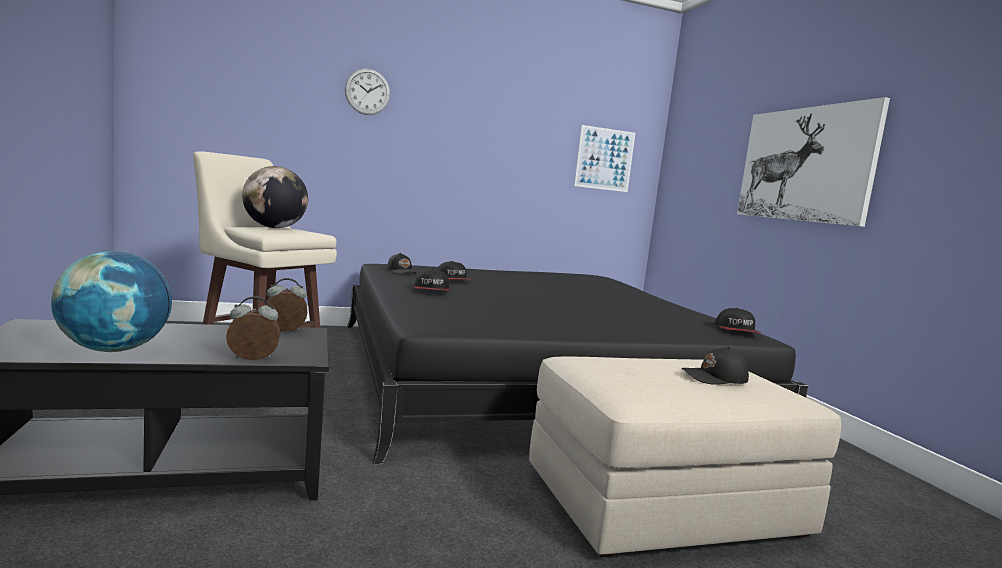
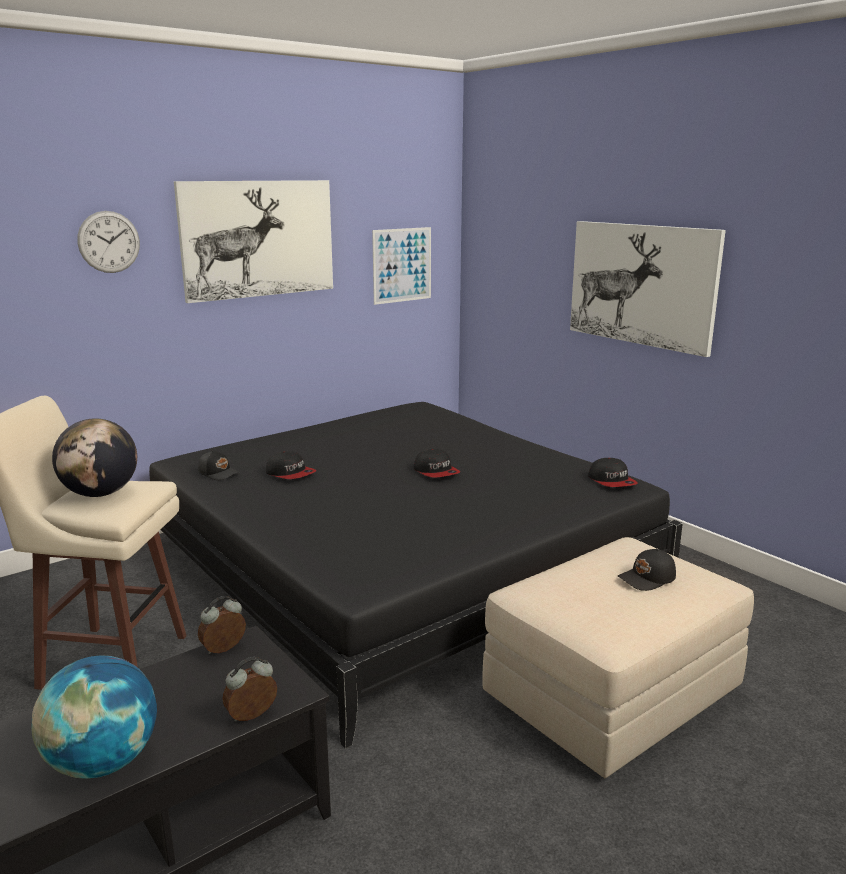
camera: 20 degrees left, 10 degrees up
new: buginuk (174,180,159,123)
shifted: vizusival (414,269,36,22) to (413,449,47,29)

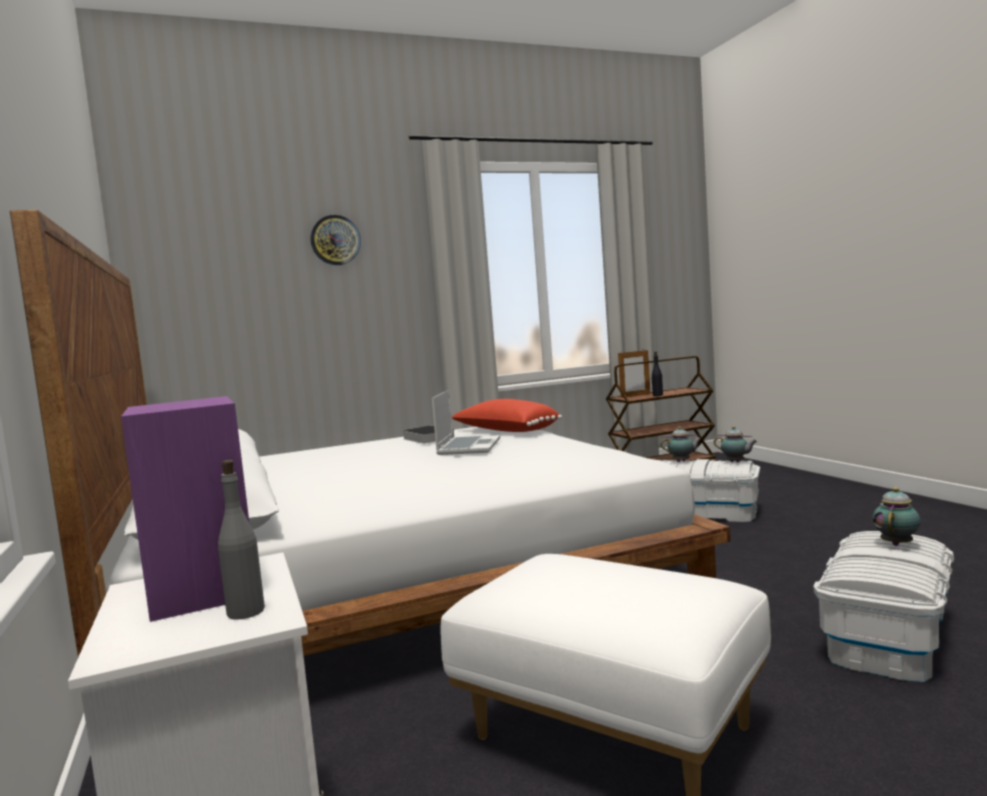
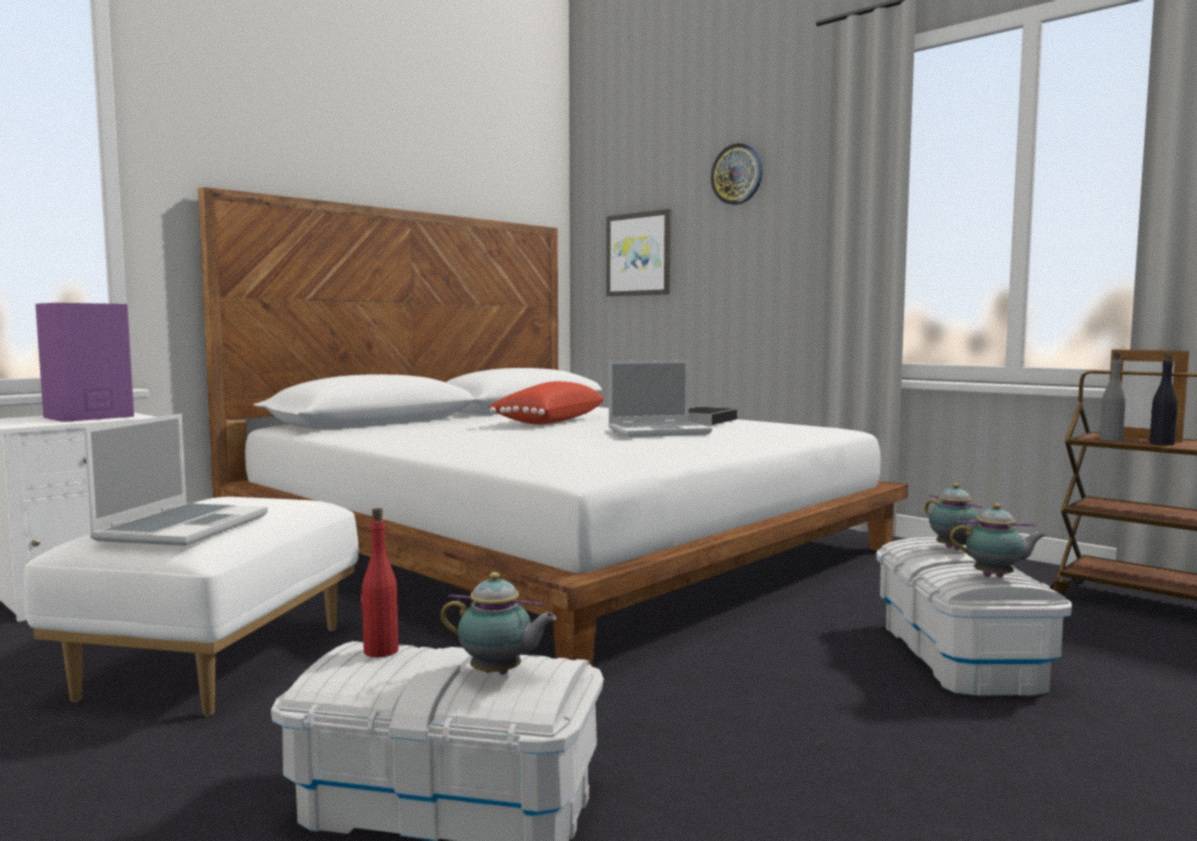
camera: 65 degrees right, 0 degrees up
new: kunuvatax (84,414,184,132); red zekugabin (361,508,37,149); buginuk (606,209,65,87)
shifted: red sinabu (452,399,110,33) to (489,381,115,44); grey zekugabin (218,460,47,159) to (1100,352,26,89)
rotated: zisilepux (714,426,44,36) = (950,503,96,75) 90 degrees counterclockwise

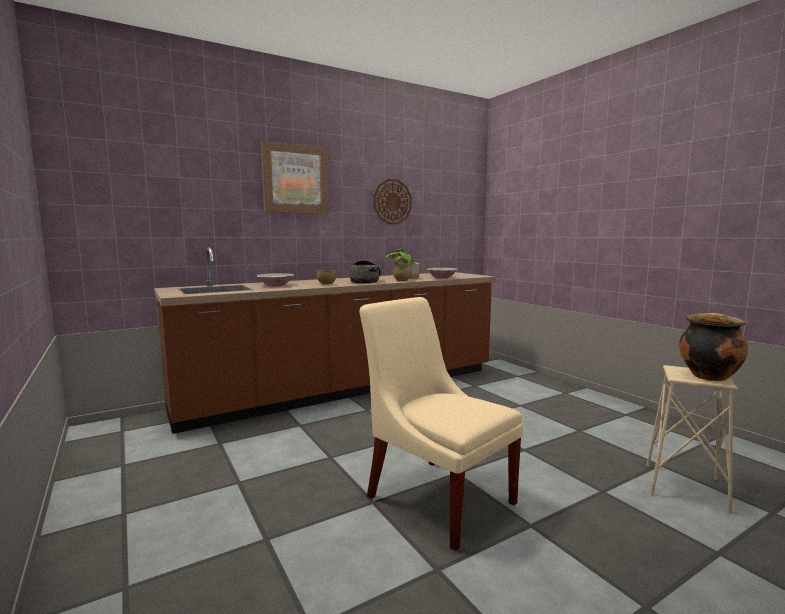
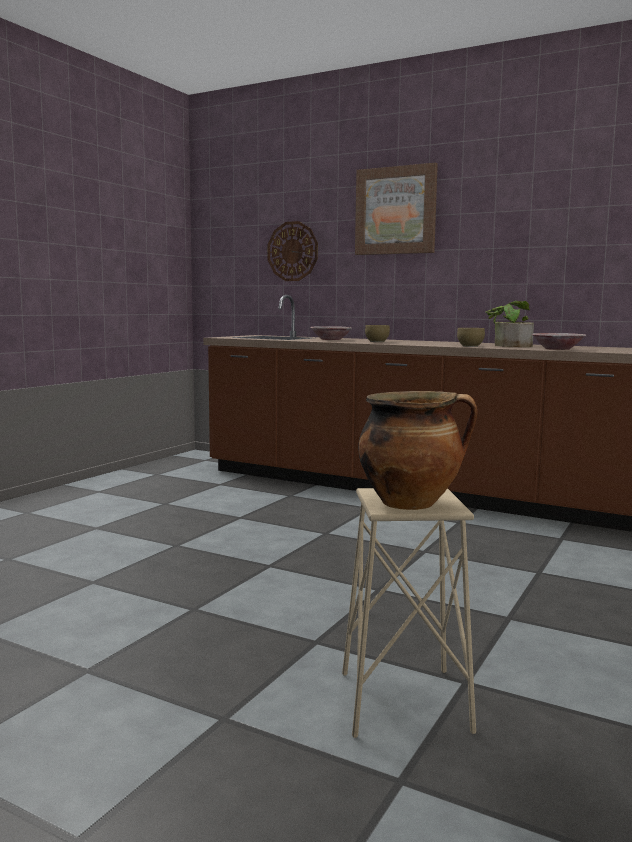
camera: 60 degrees right, 0 degrees up
gone: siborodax (349,260,32,24); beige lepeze (359,297,165,254)
shifted: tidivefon (373,179,39,45) to (268,221,50,60)

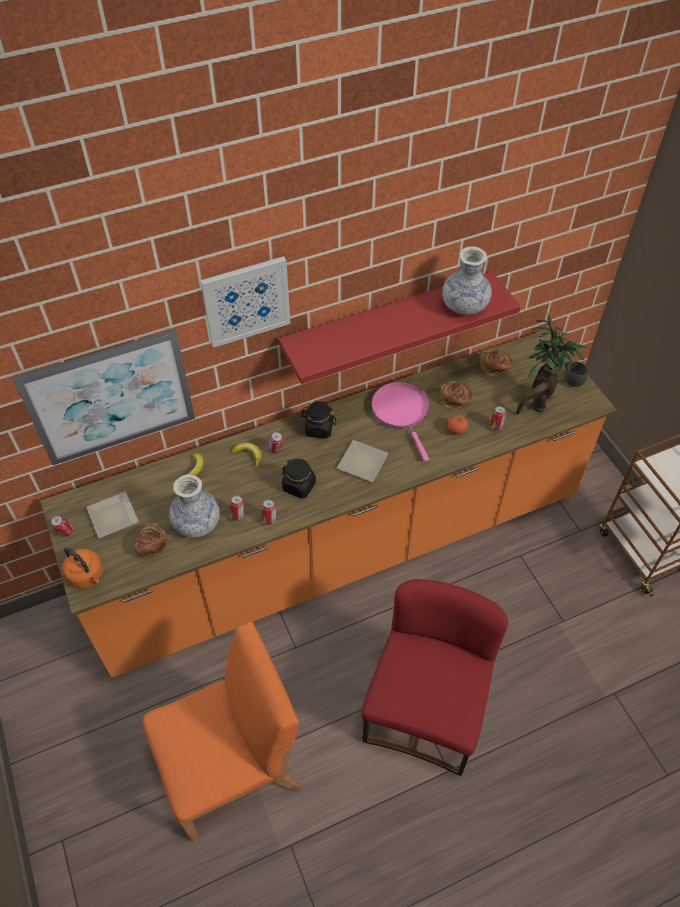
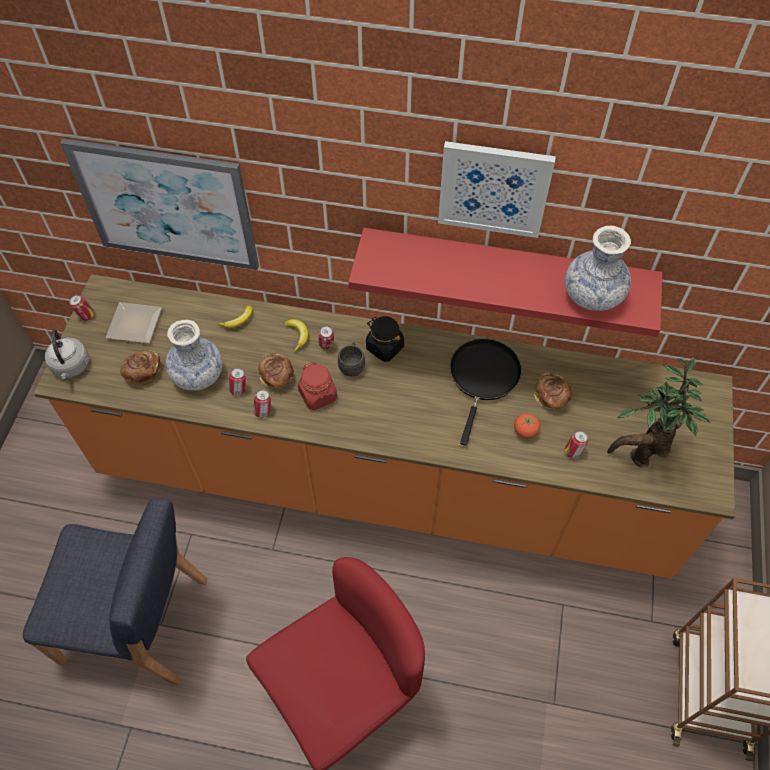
camera: 35 degrees right, 5 degrees up
gone: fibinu (337,440,52,42)
shifted: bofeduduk (480,350,32,26) to (258,354,36,35); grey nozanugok (565,361,23,26) to (338,342,27,34); buginuk (200,256,91,92) to (438,141,118,97)
repainted: orange lepeze (143,621,159,222) to blue lepeze (23,498,185,187); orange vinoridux (62,547,41,41) to grey vinoridux (45,329,44,50); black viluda (282,459,34,40) to red viluda (298,362,39,48); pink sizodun (371,382,59,79) to black sizodun (450,338,72,108)

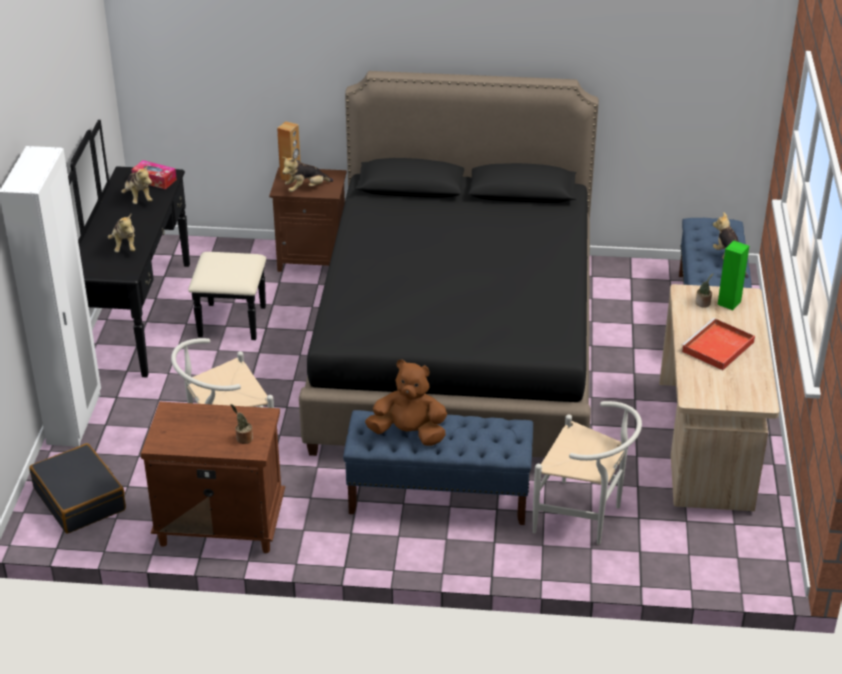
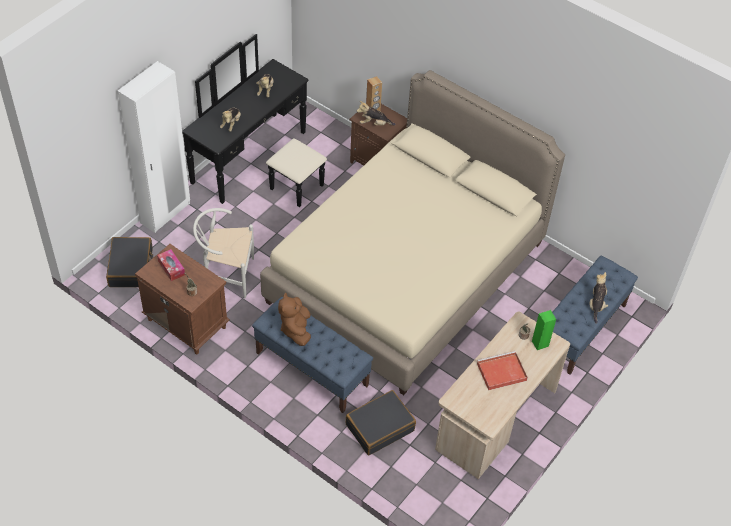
camera: 30 degrees right, 15 degrees up
shifted: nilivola (131,160,46,29) to (157,249,28,32)
swapped: white lepeze (533,401,109,144) to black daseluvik (346,390,70,66)
repainted: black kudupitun (299,71,300,387) to beige kudupitun (260,70,305,325)
rotated: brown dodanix (365,360,82,86) = (278,293,33,53) 135 degrees counterclockwise

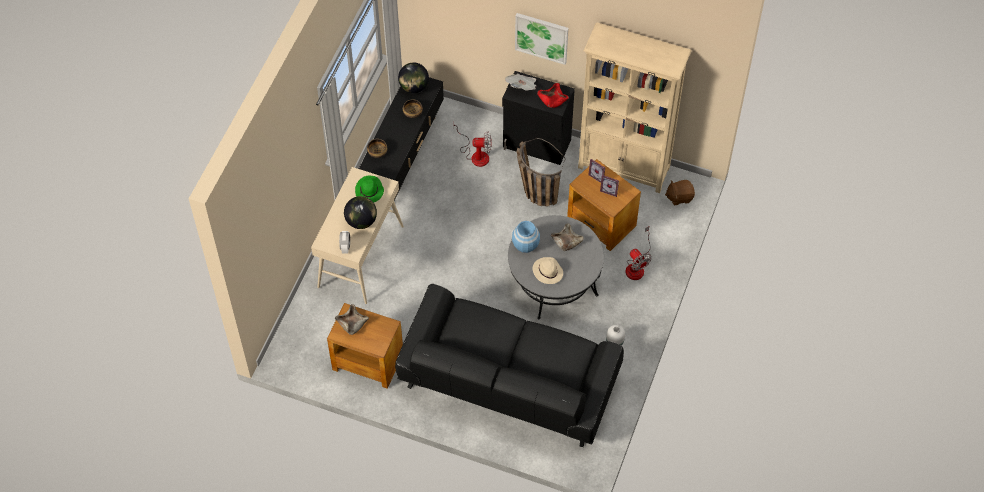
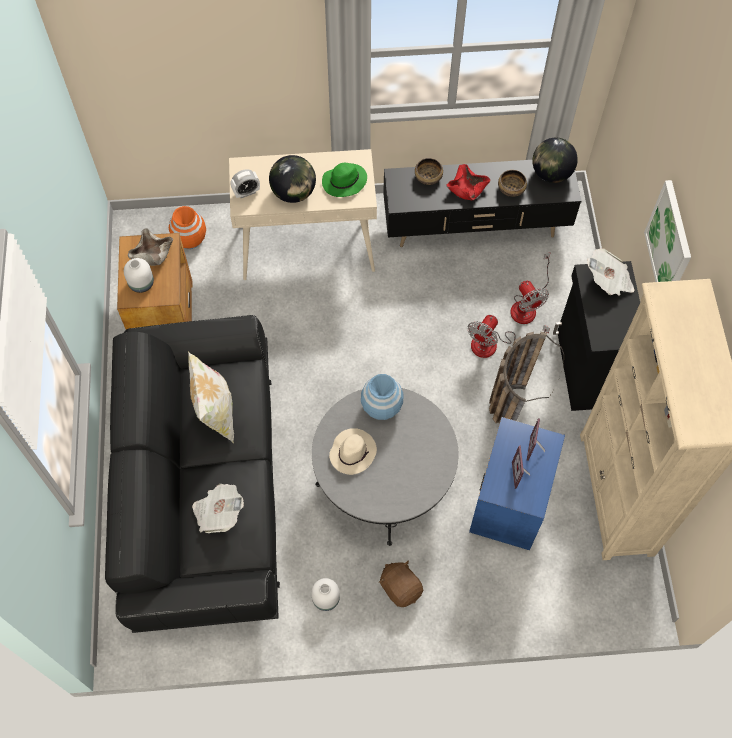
camera: 65 degrees right, 5 degrees up
gone: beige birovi (551,223,33,28)
new: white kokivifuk (124,258,30,35); orange kokivifuk (169,206,37,43); sinabu (188,351,46,92); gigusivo (192,484,52,49)
shifted: brown dodanix (665,180,30,25) to (379,560,44,47); red birovi (537,83,32,25) to (447,164,44,36); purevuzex (625,226,26,54) to (468,315,82,43)
repainted: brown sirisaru (567,159,74,92) to blue sirisaru (469,417,96,133)

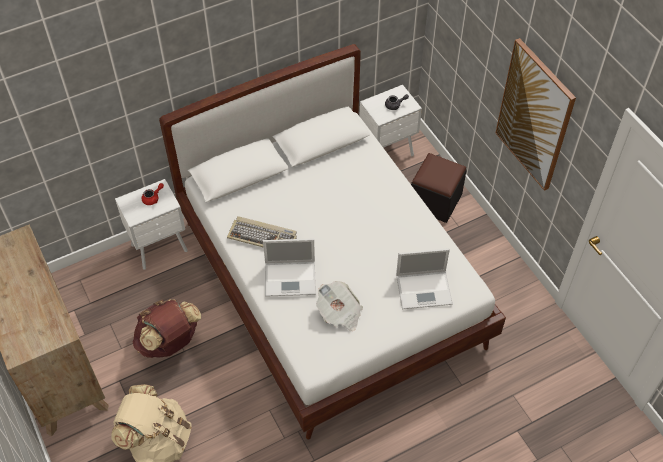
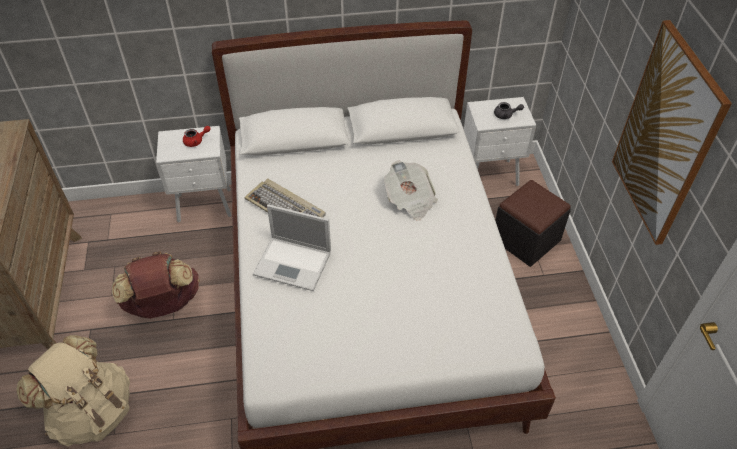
camera: 20 degrees right, 5 degrees down
gone: kunuvatax (396,248,57,61)
shifted: gigusivo (316,281,47,50) to (384,160,54,61)

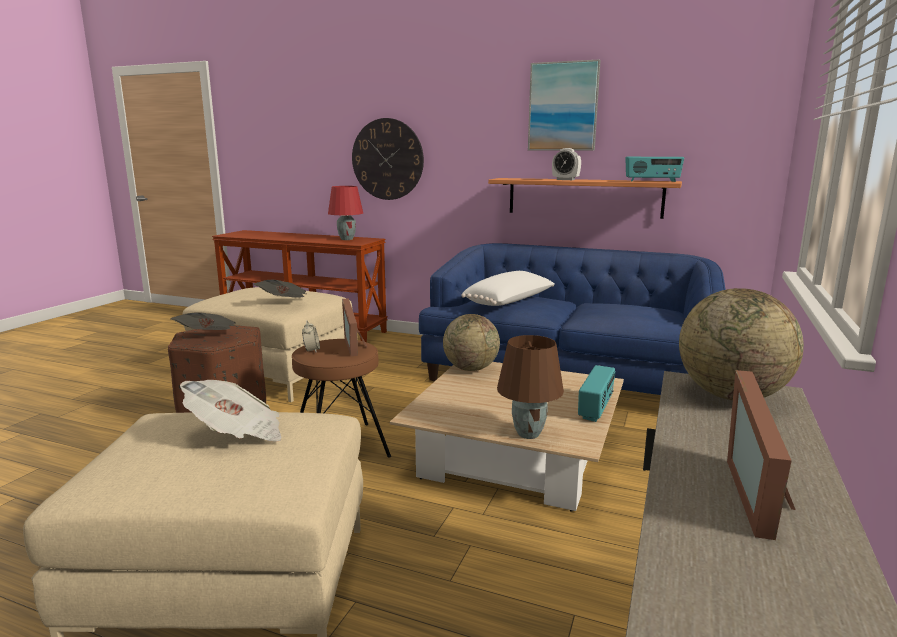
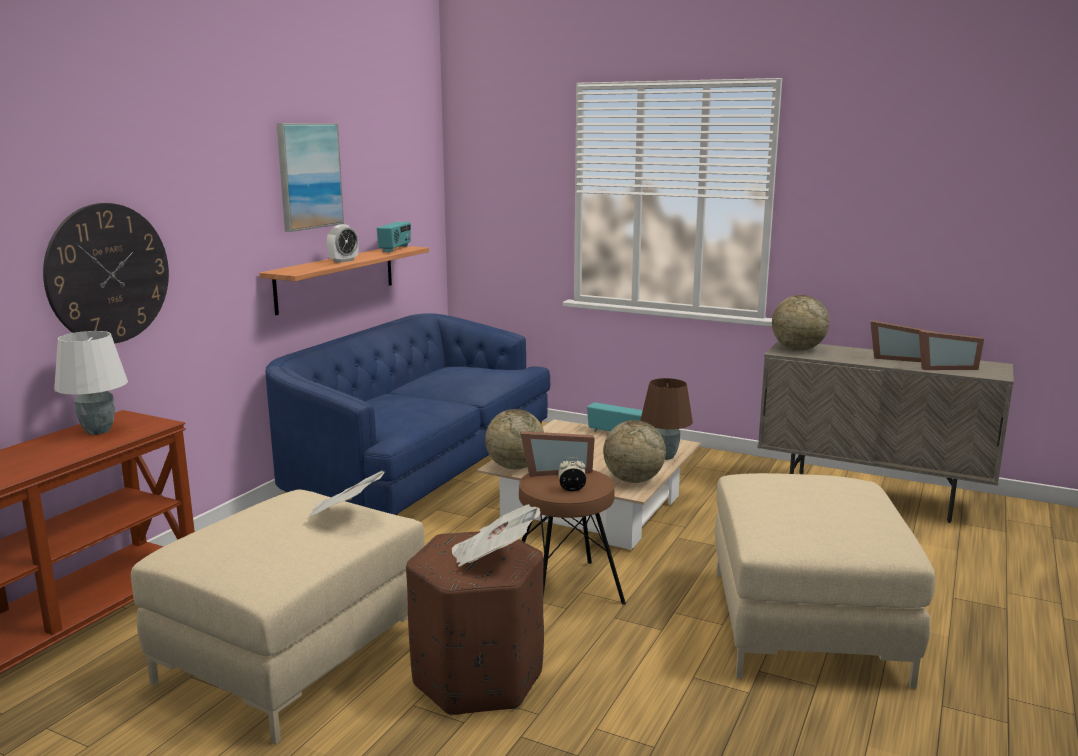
camera: 85 degrees left, 0 degrees up
gone: gigusivo (180,380,101,62); white sinabu (461,271,93,35)
new: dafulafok (603,420,63,63); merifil (919,330,65,40)
repainted: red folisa (328,186,35,54) to white folisa (54,331,74,104)

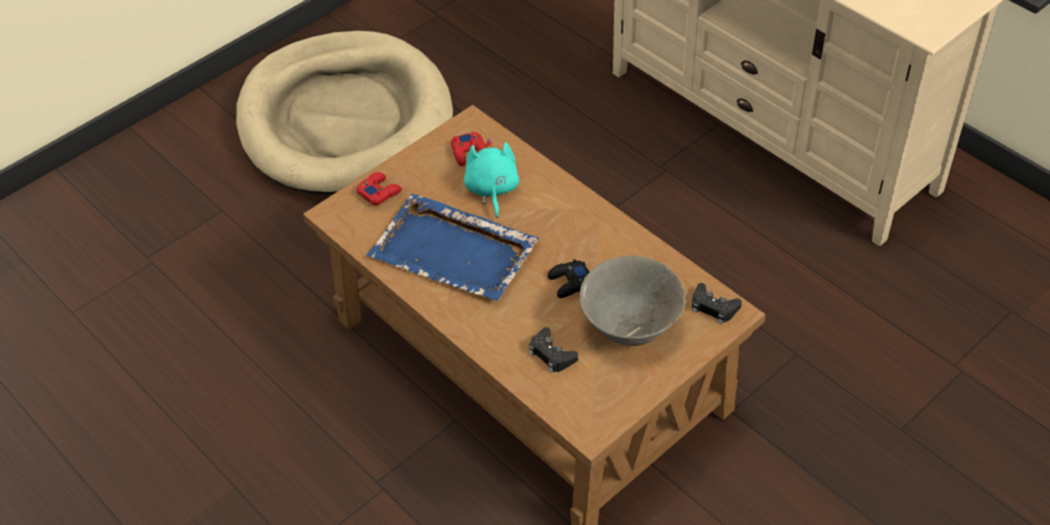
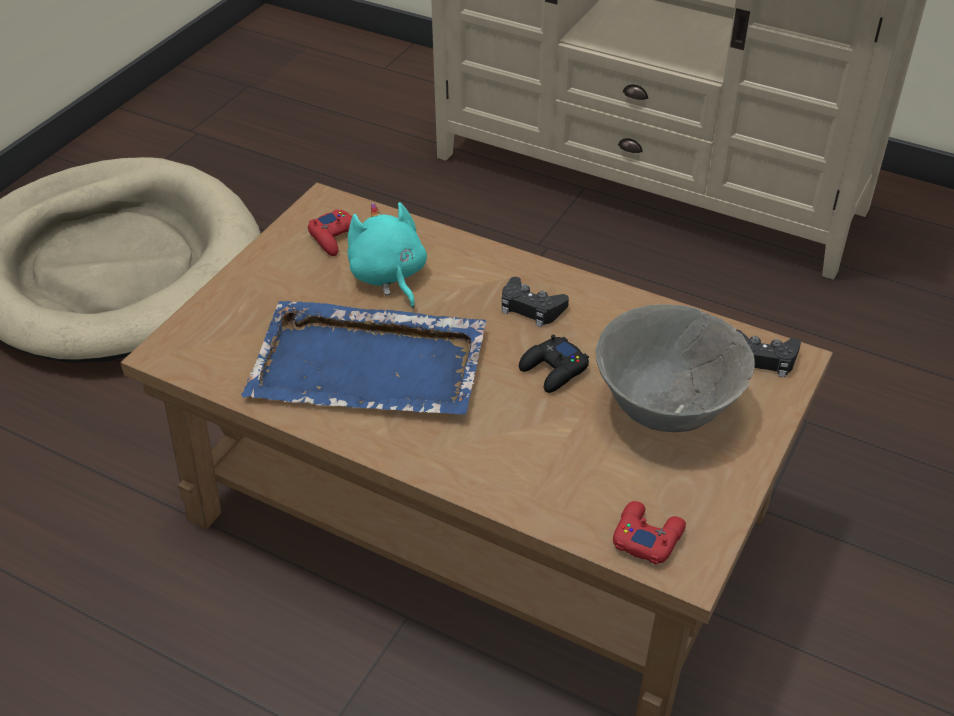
camera: 20 degrees left, 5 degrees down
shifted: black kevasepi (529,327,49,46) to (502,277,67,50); red kevasepi (356,172,46,33) to (613,501,73,64)

